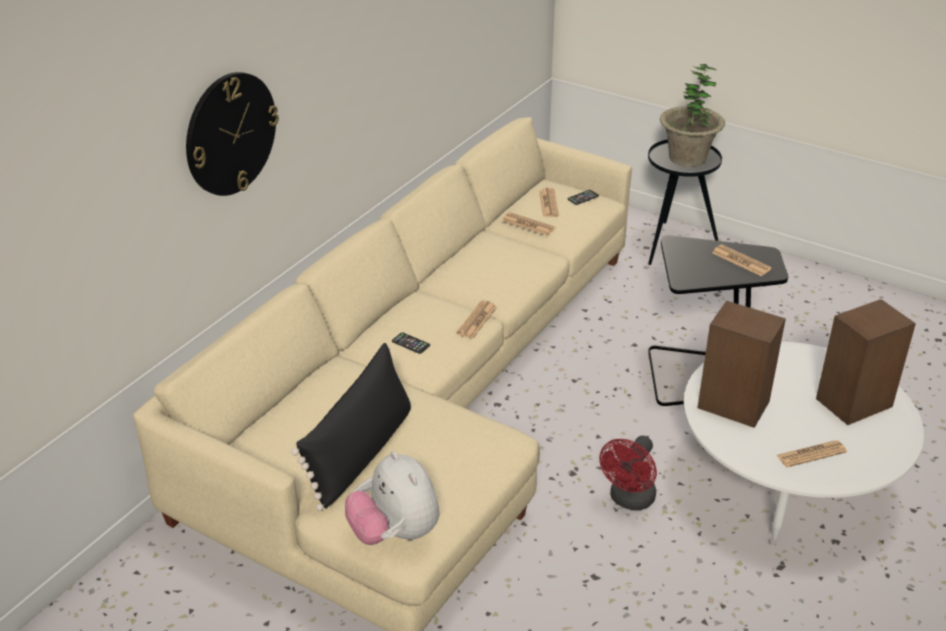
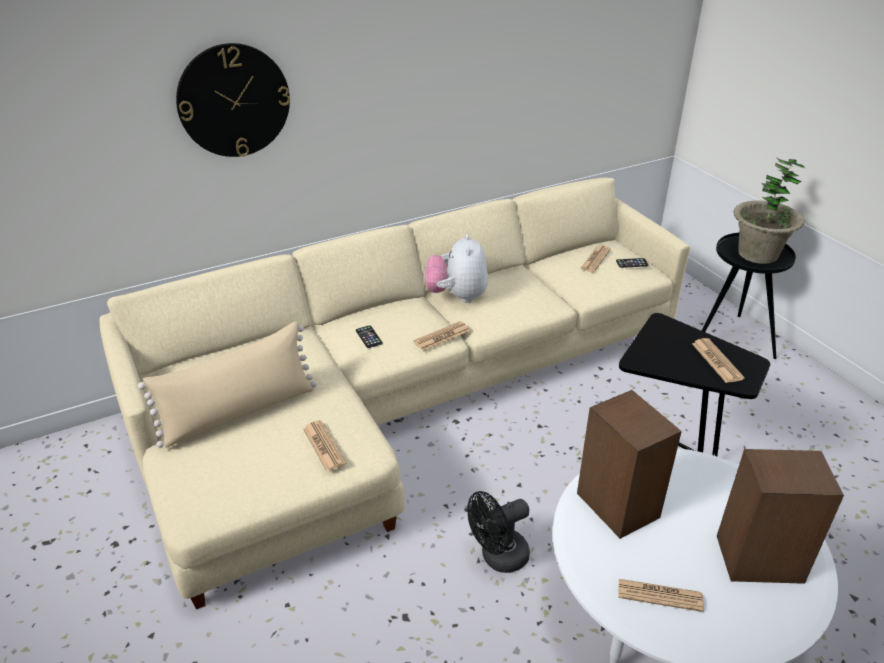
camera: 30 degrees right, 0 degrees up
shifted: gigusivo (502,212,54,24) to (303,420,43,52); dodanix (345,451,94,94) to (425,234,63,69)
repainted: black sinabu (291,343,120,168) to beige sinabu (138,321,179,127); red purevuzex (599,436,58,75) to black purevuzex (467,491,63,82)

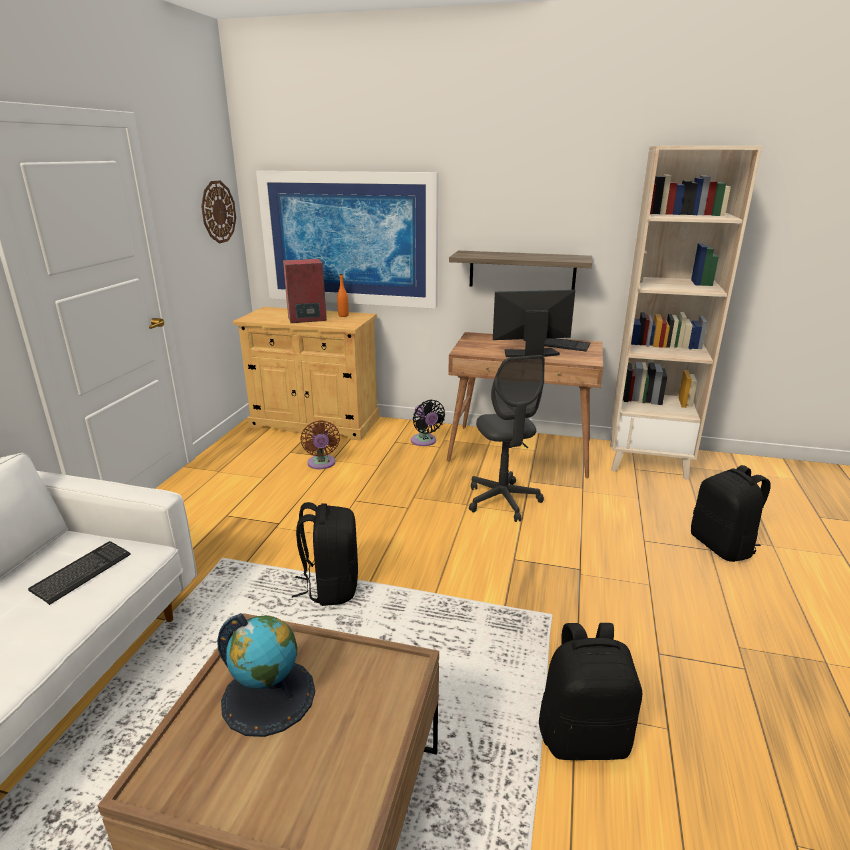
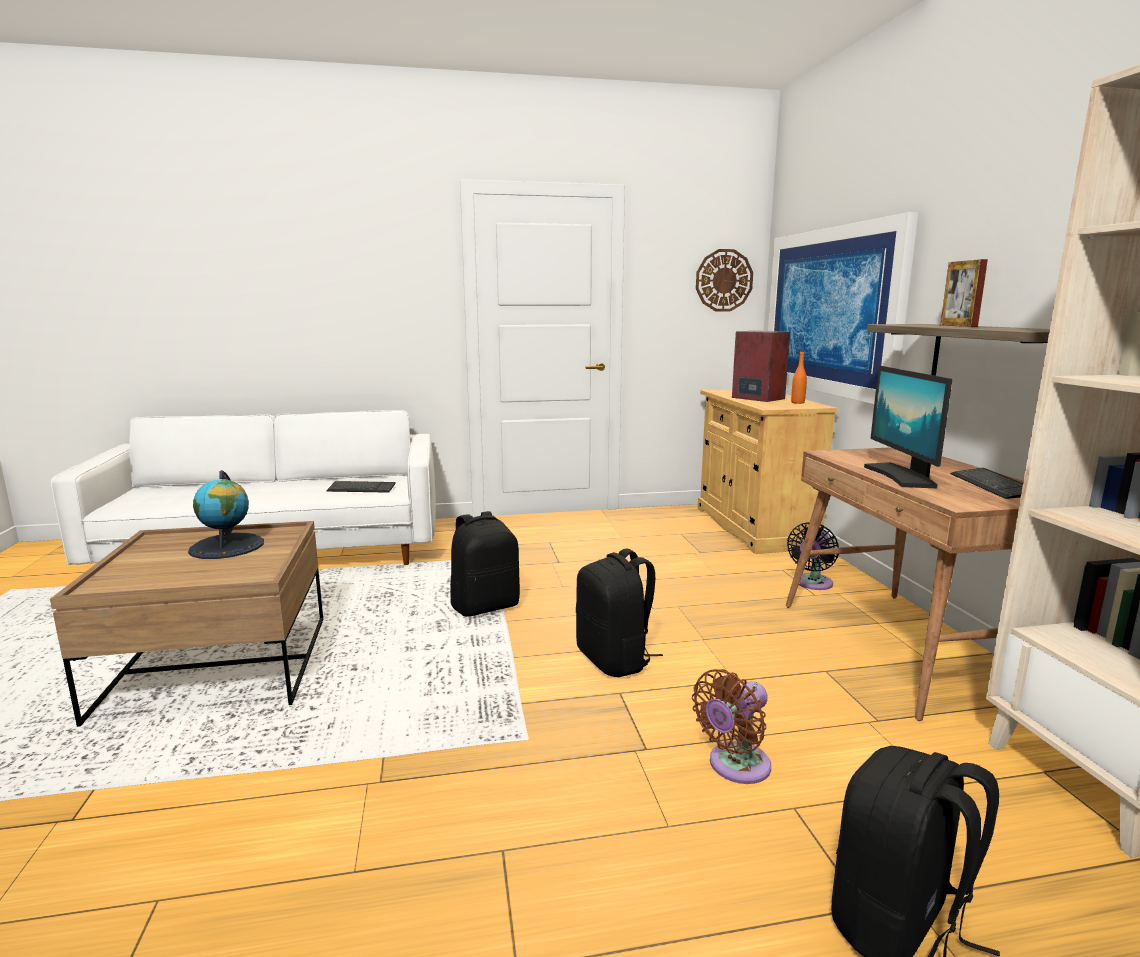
camera: 65 degrees right, 10 degrees down
gone: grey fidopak (469,355,76,167)
new: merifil (940,259,48,68)
shifted: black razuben (539,623,103,137) to (576,549,87,128); brown purevuzex (300,420,40,49) to (692,669,79,115)
rotated: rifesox (493,290,82,67) = (864,366,88,122) 150 degrees counterclockwise

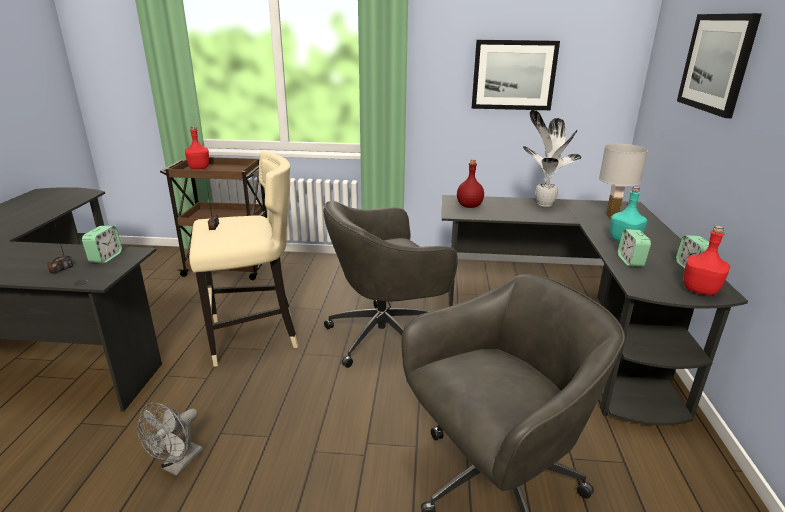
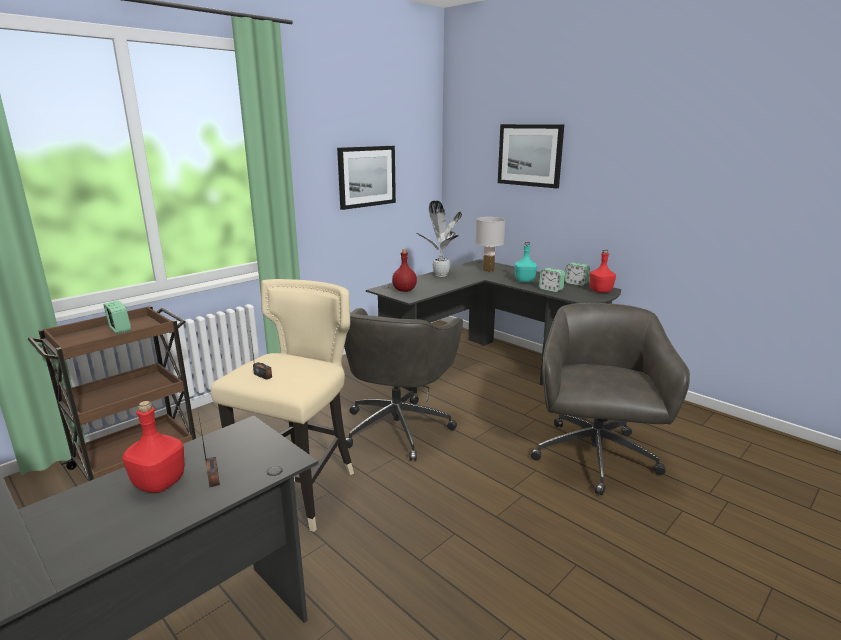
camera: 50 degrees left, 5 degrees down
gone: grey purevuzex (138,403,65,73)
shifted: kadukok (82,226,40,37) to (104,300,27,34); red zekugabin (185,126,24,43) to (123,401,62,92)

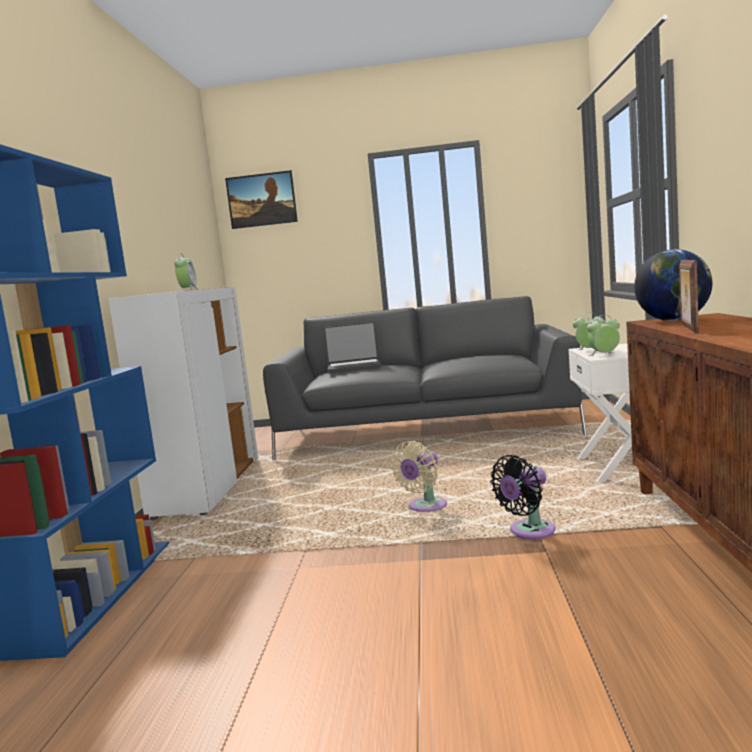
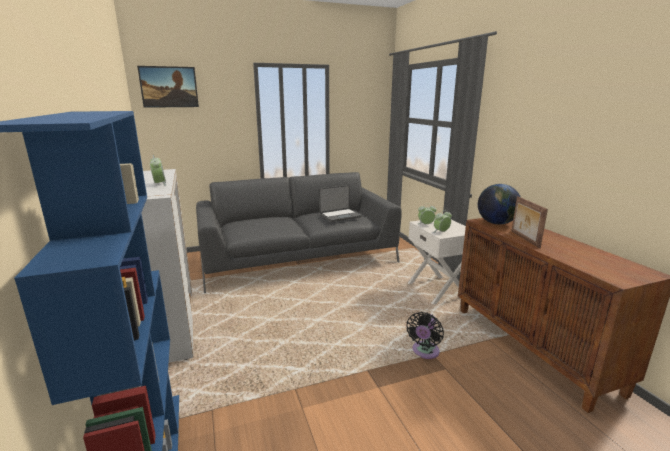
camera: 25 degrees left, 10 degrees up
gone: beige purevuzex (391,441,56,71)
shifted: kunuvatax (324,322,57,51) to (319,185,43,37)

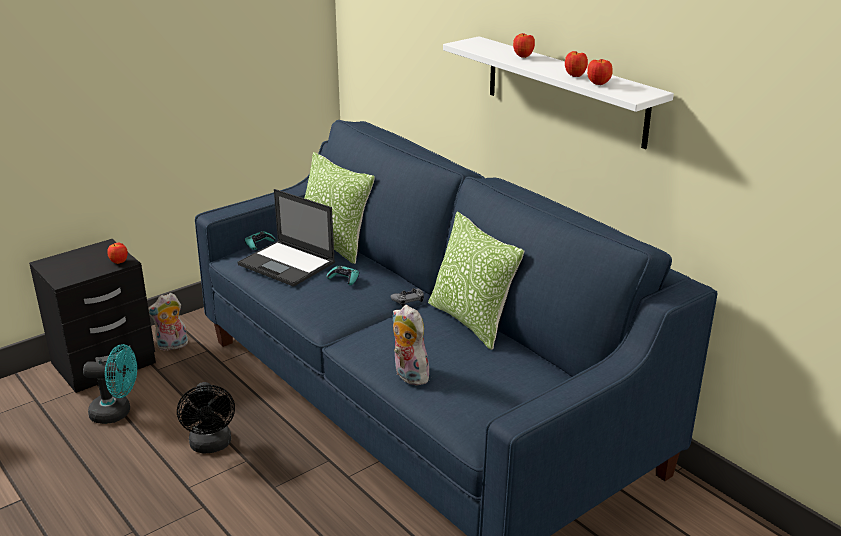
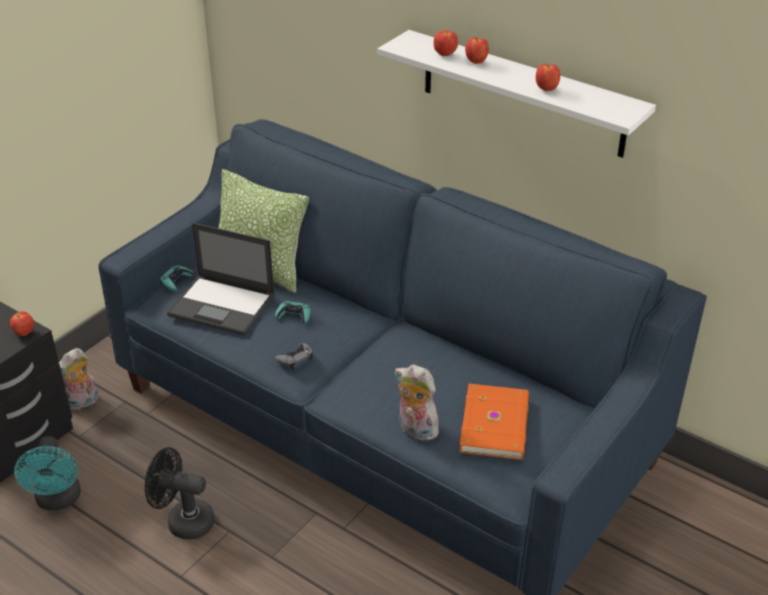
camera: 15 degrees left, 10 degrees up
gone: sinabu (428,212,96,138)
new: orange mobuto (459,384,70,76)
shifted: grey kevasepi (391,288,33,19) to (275,343,38,26); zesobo (587,59,26,26) to (434,30,24,26)
rotated: turquoise purevuzex (83,344,54,80) = (14,436,67,74) 90 degrees clockwise; black purevuzex (177,382,58,72) = (145,447,70,93) 135 degrees clockwise

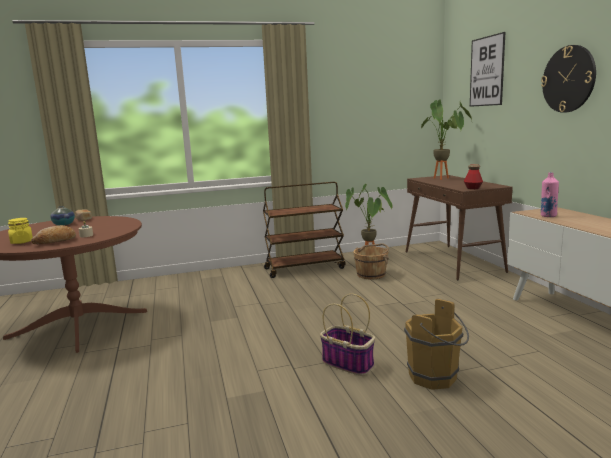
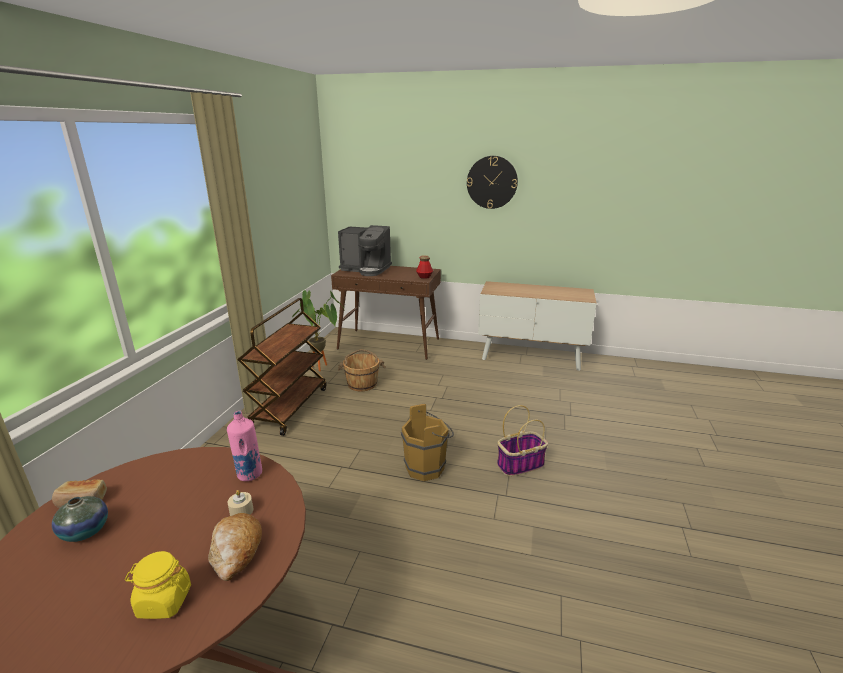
camera: 60 degrees left, 10 degrees up
gone: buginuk (470,32,36,75)
shifted: pink zekugabin (541,172,18,45) to (227,411,35,70); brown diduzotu (404,299,65,91) to (401,404,53,77)
swapped: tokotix (421,99,51,81) to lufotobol (338,225,54,51)

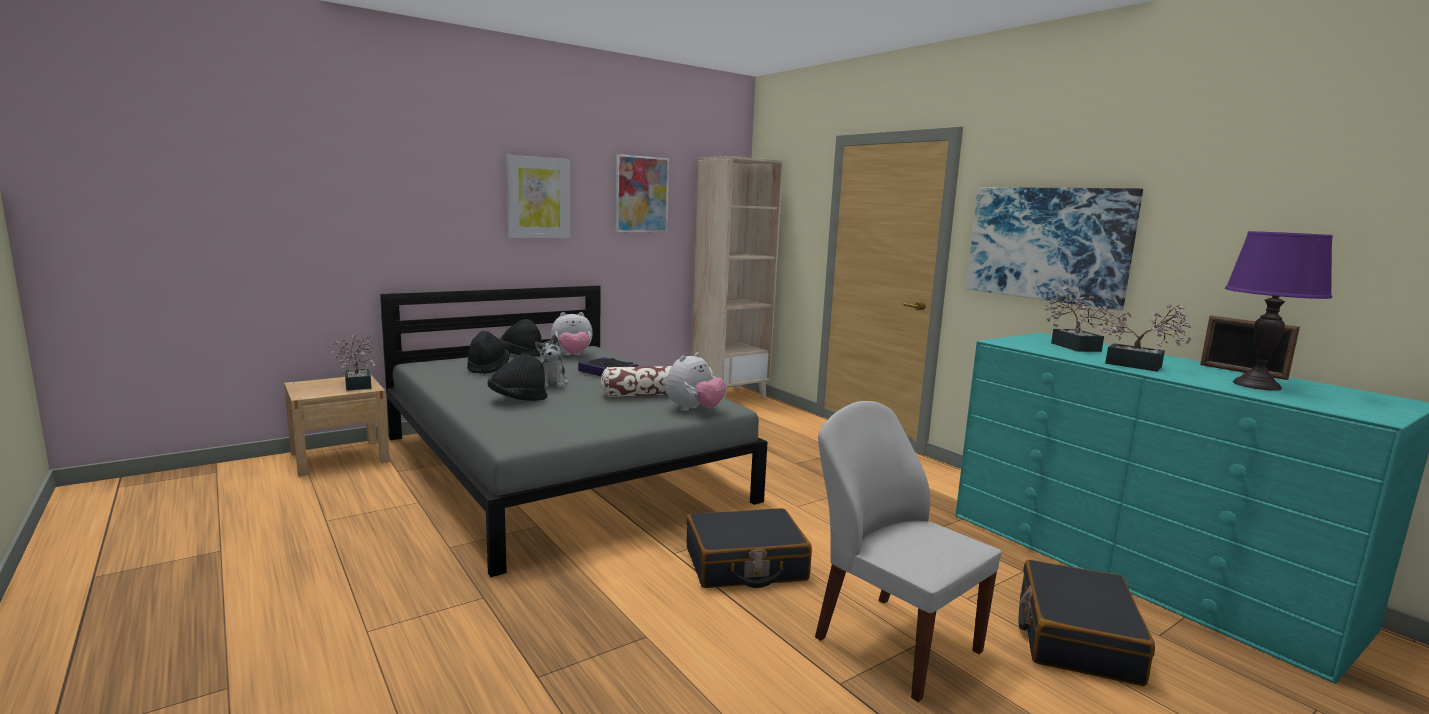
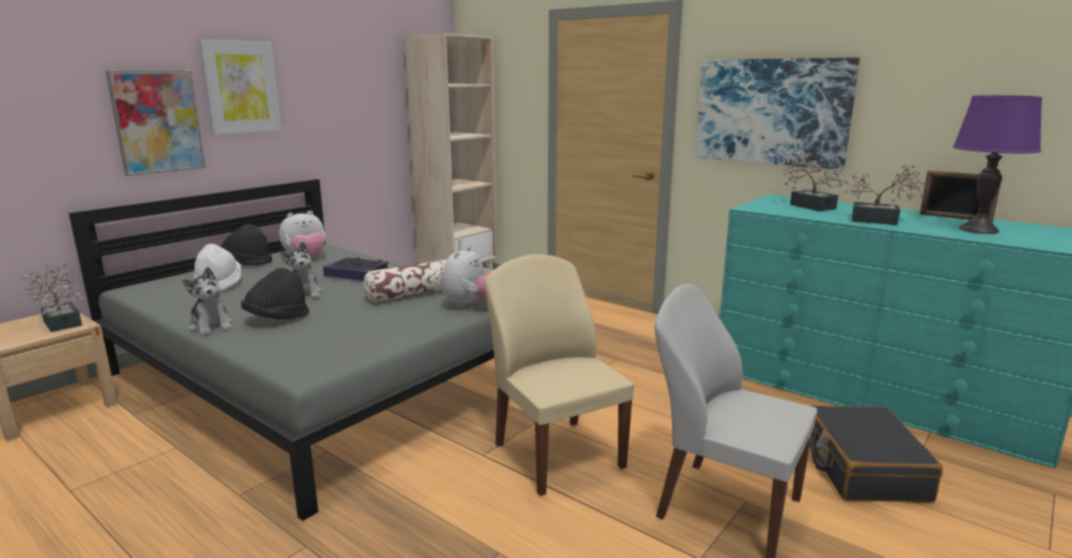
camera: 15 degrees left, 5 degrees up
new: dodanix (182,267,50,69)
shifted: buginuk (616,154,53,79) to (106,71,99,105)
swapped: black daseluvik (686,508,126,80) to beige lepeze (485,254,149,242)
repainted: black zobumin (467,331,43,43) to white zobumin (194,244,47,48)

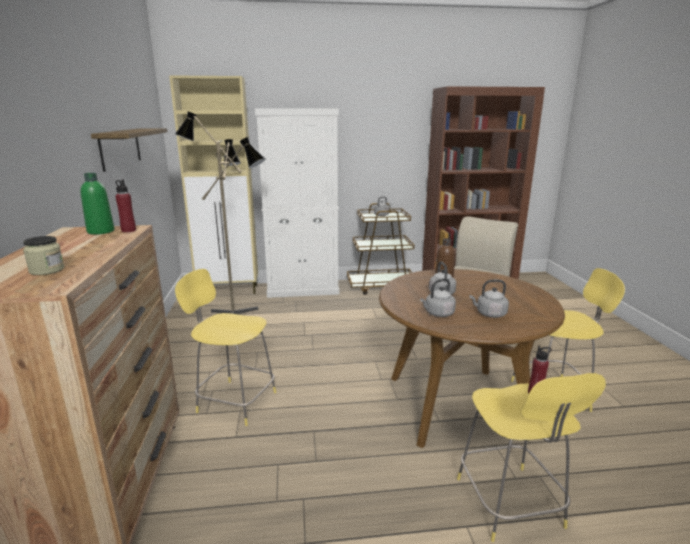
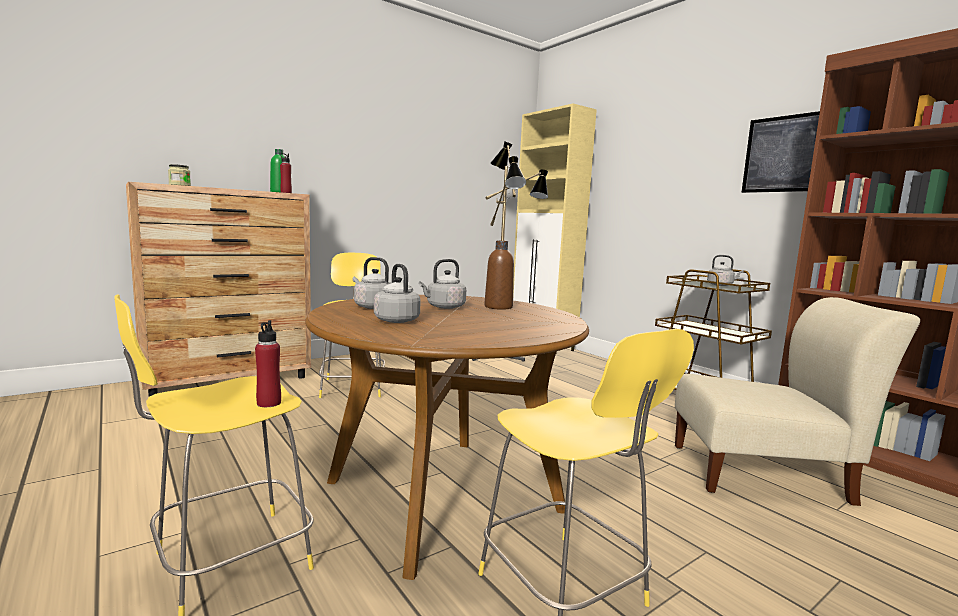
camera: 60 degrees right, 10 degrees down
gone: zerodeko (91,128,76,44); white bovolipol (255,109,84,189)
new: buginuk (741,111,79,82)

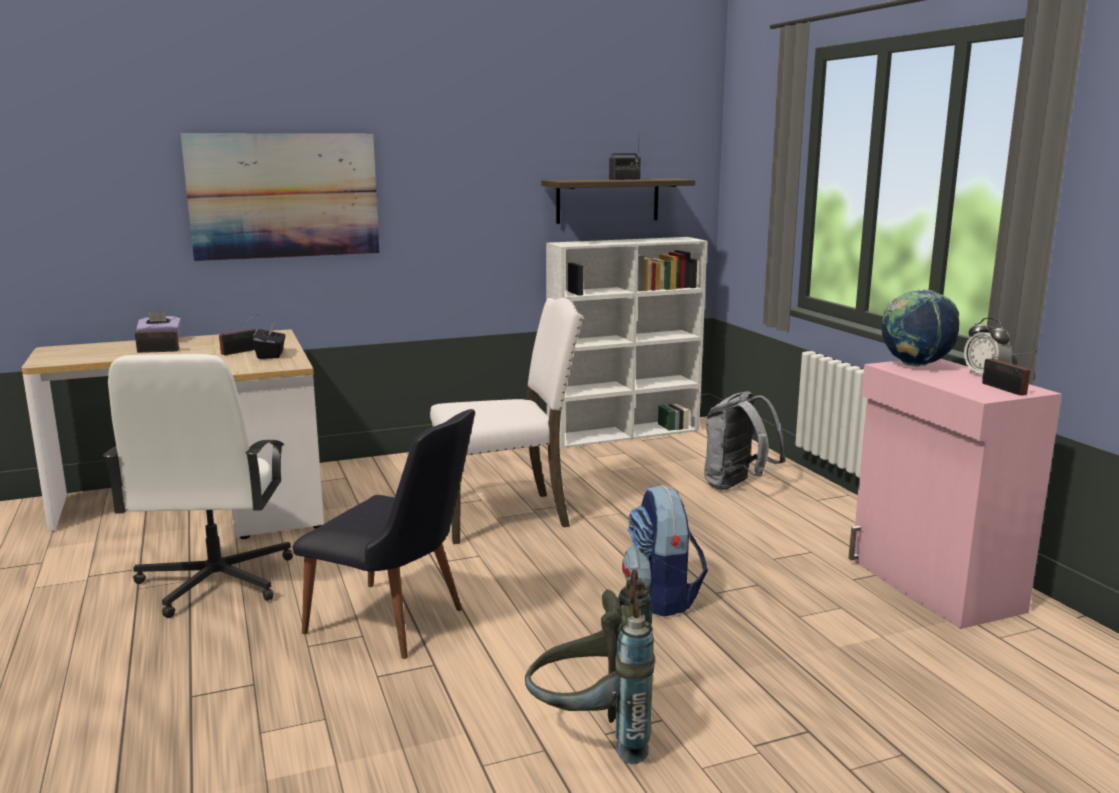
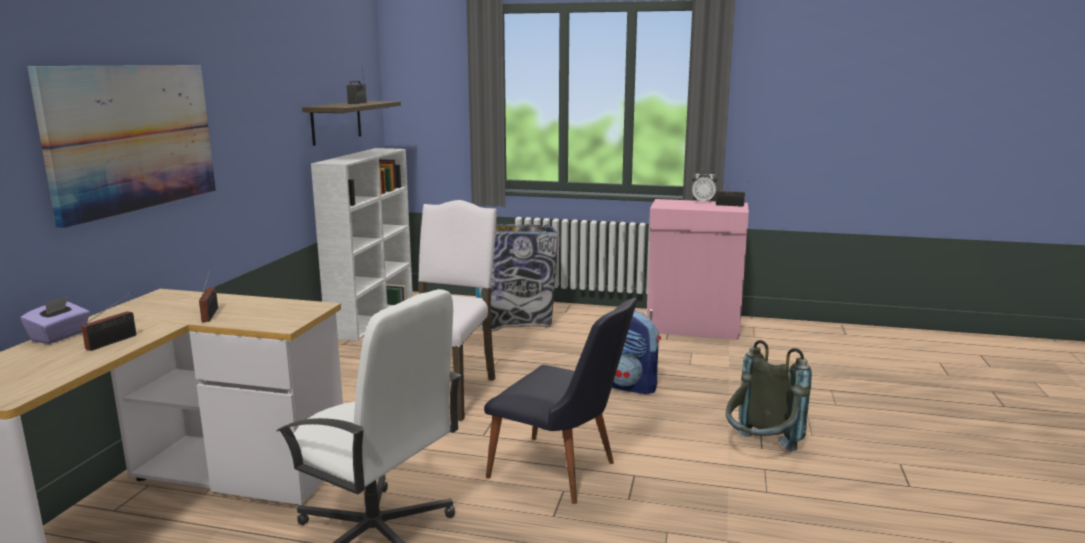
camera: 55 degrees left, 0 degrees up
gone: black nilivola (253,322,32,37); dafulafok (882,289,78,78)
swapped: grey razuben (704,391,82,99) to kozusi (476,224,82,107)
rotated: black lepeze (293,409,182,250) = (484,298,153,206) 60 degrees clockwise

